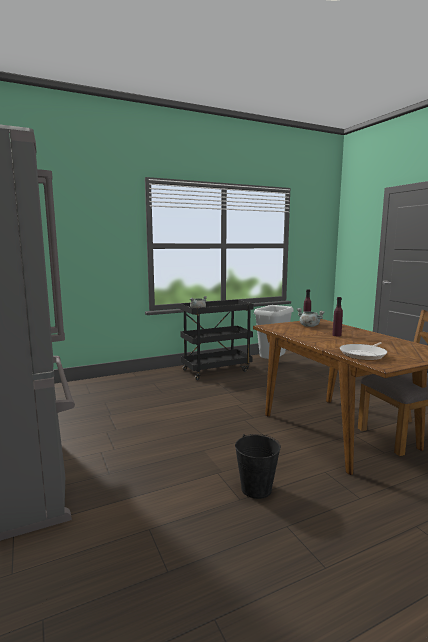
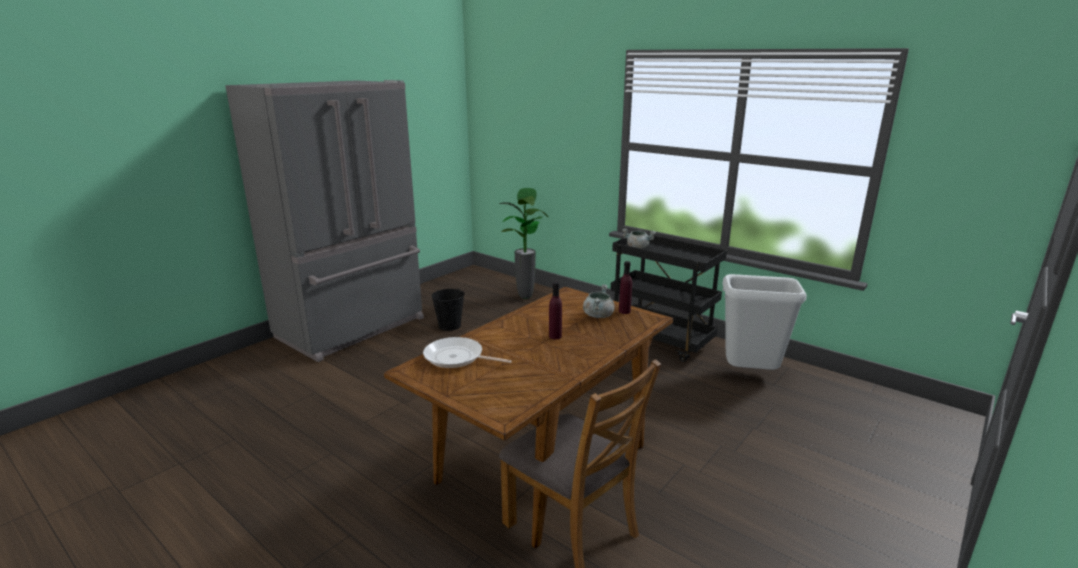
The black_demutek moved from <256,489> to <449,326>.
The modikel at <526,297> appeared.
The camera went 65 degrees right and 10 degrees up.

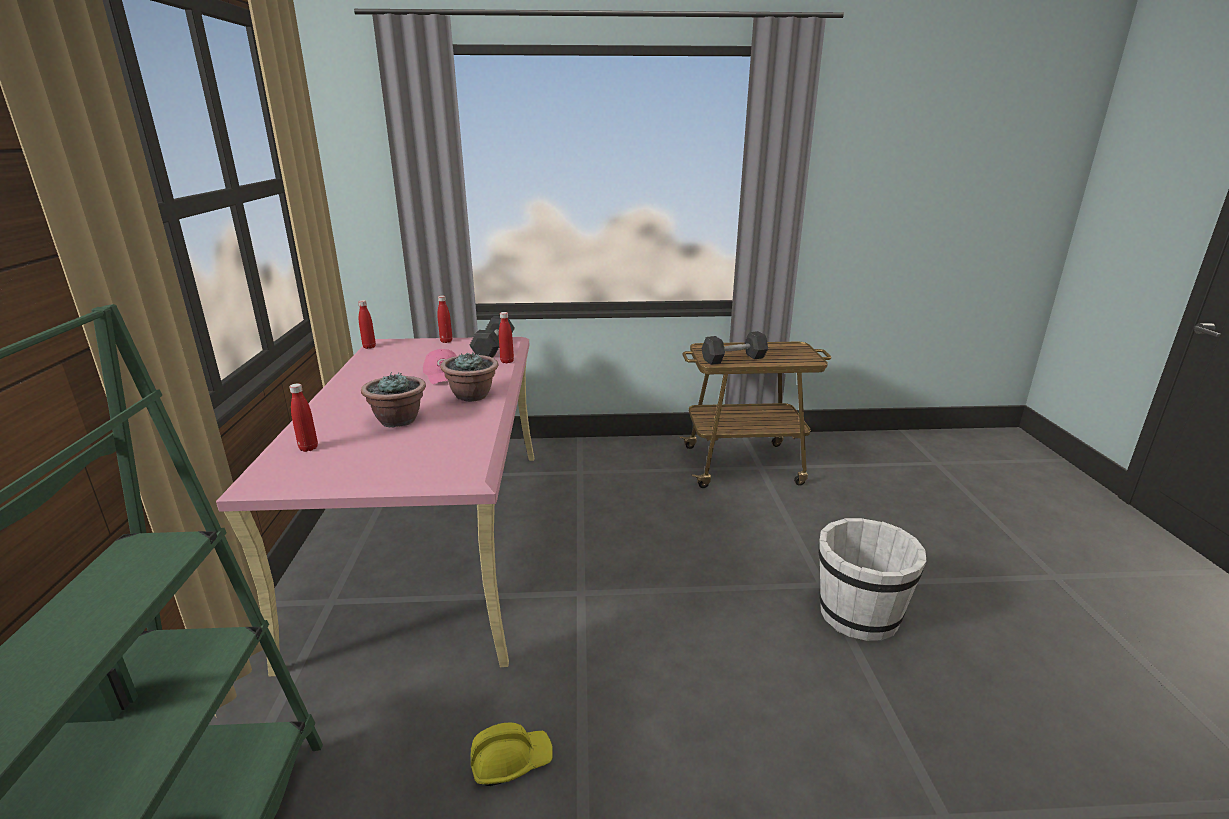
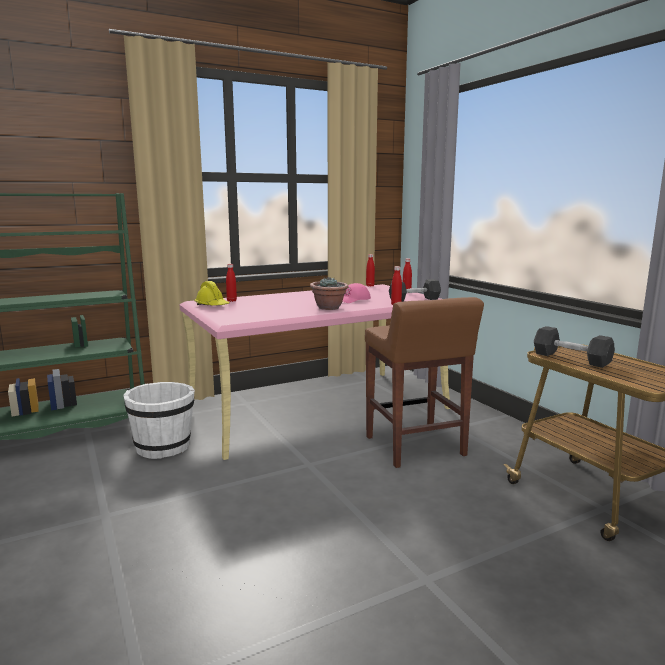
The modikel at <398,420> disappeared.
The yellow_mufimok moved from <511,761> to <212,306>.
The white_demutek moved from <858,614> to <164,447>.
The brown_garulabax at <415,447> appeared.
The camera went 65 degrees right and 10 degrees down.

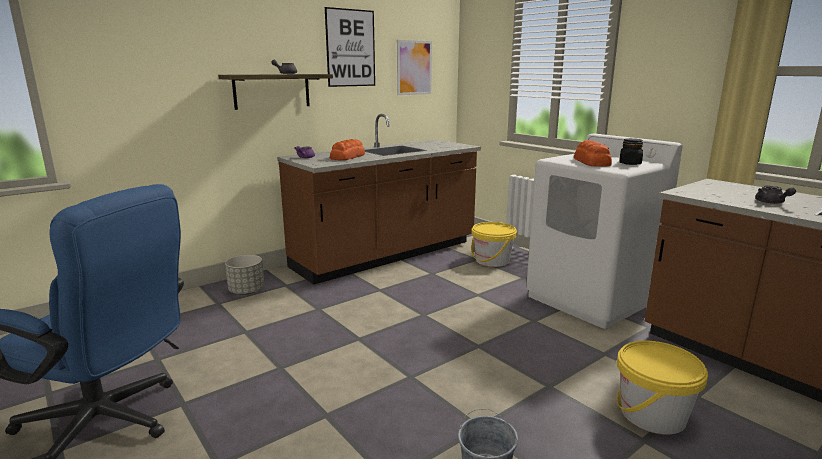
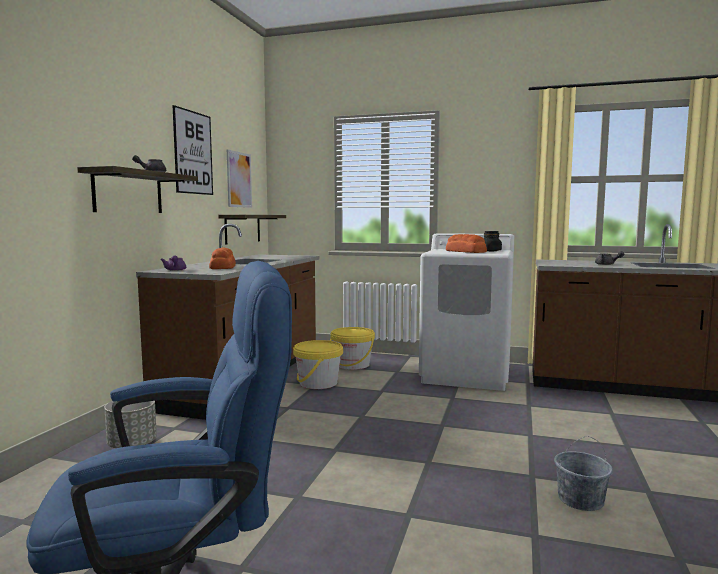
The yellow_demutek moved from <652,414> to <318,383>.
The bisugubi at <242,228> appeared.
The camera went 35 degrees left and 10 degrees down.

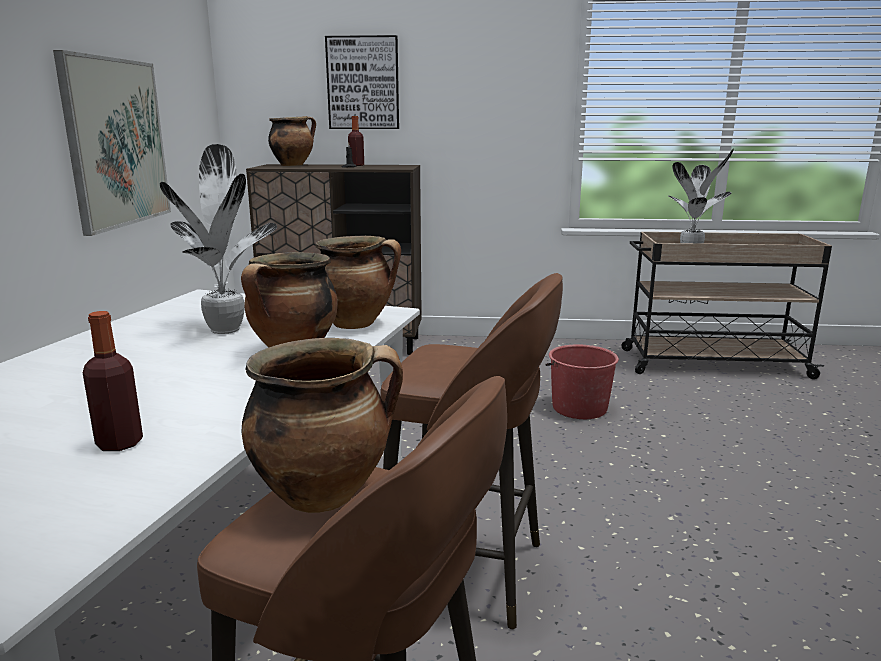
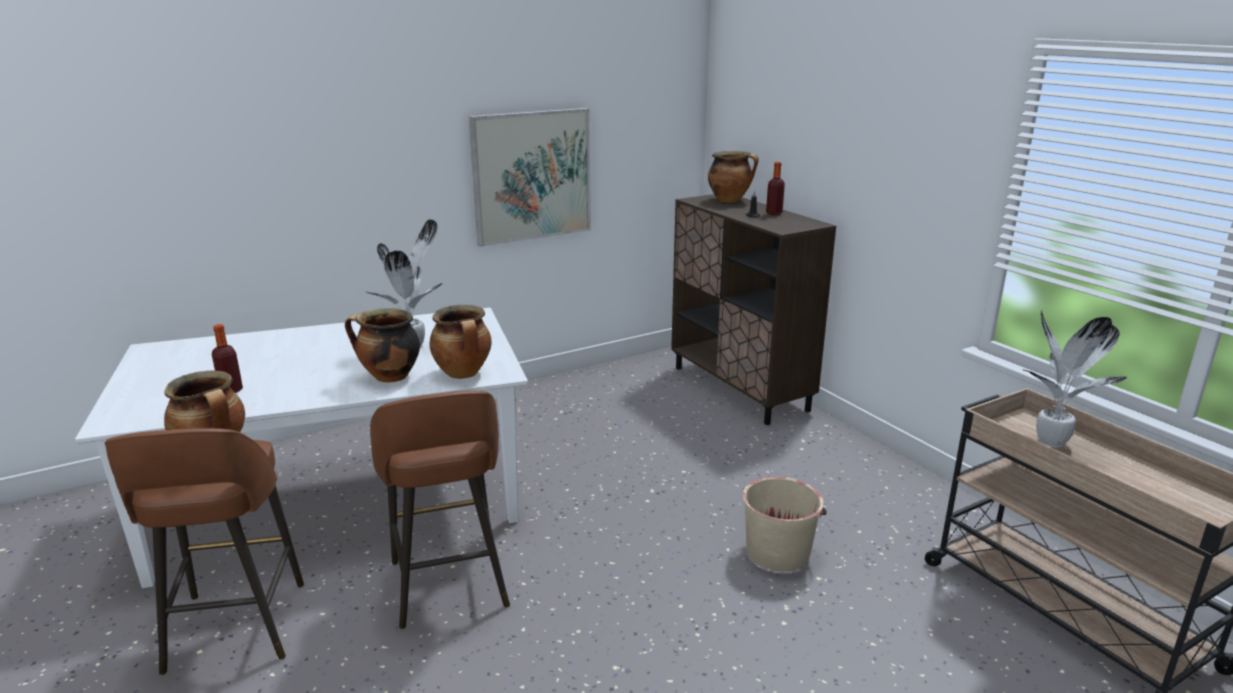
The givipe at <363,83> disappeared.
The red_demutek at <578,408> became the beige_demutek at <778,552>.
The camera went 55 degrees right and 5 degrees up.

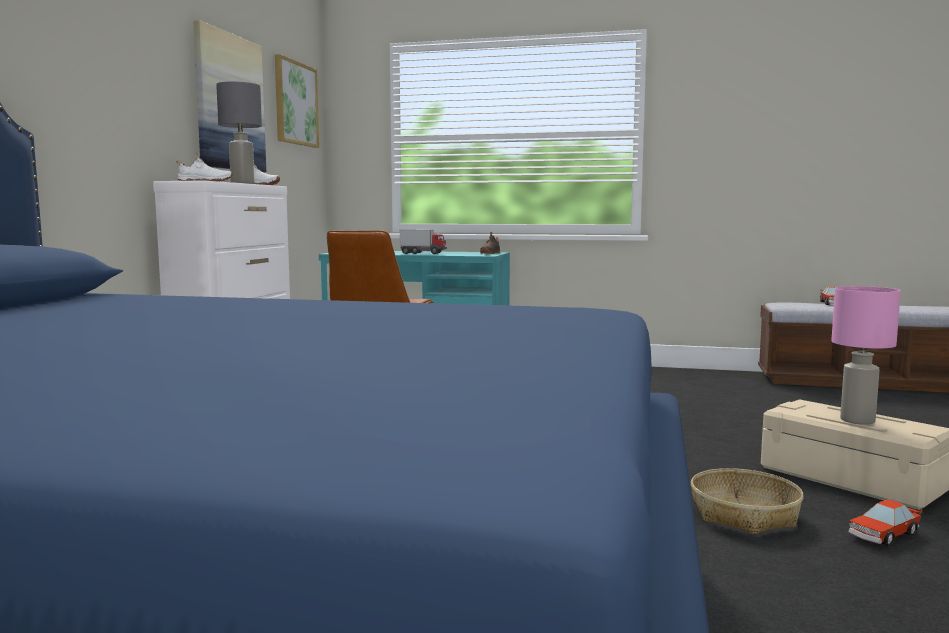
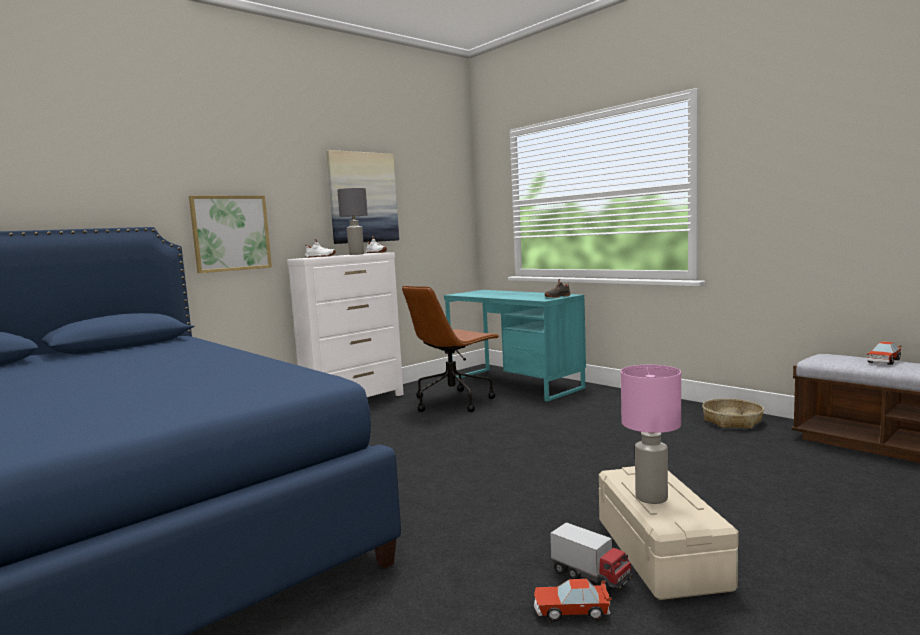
The givipe moved from <295,103> to <231,233>.
The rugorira moved from <423,253> to <591,577>.
The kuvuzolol moved from <744,514> to <732,421>.
The camera went 35 degrees right and 0 degrees up.

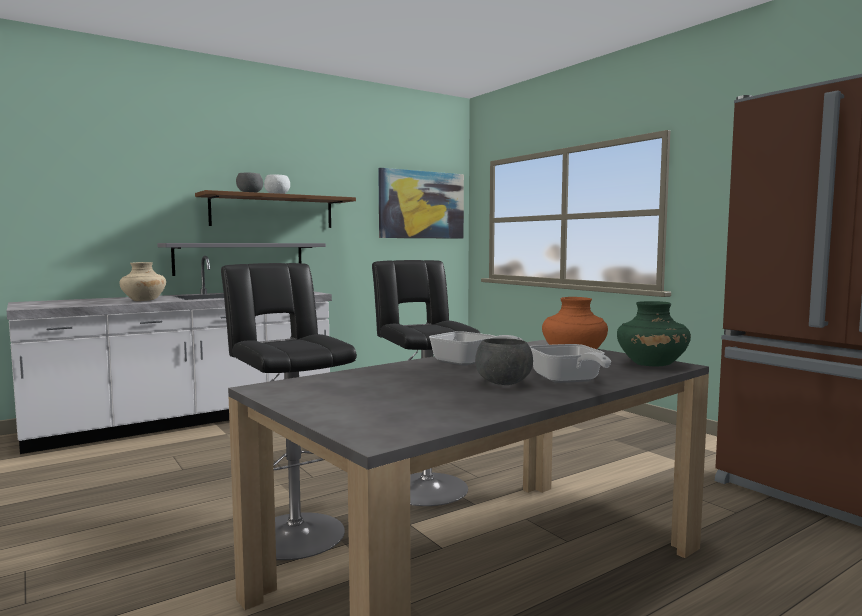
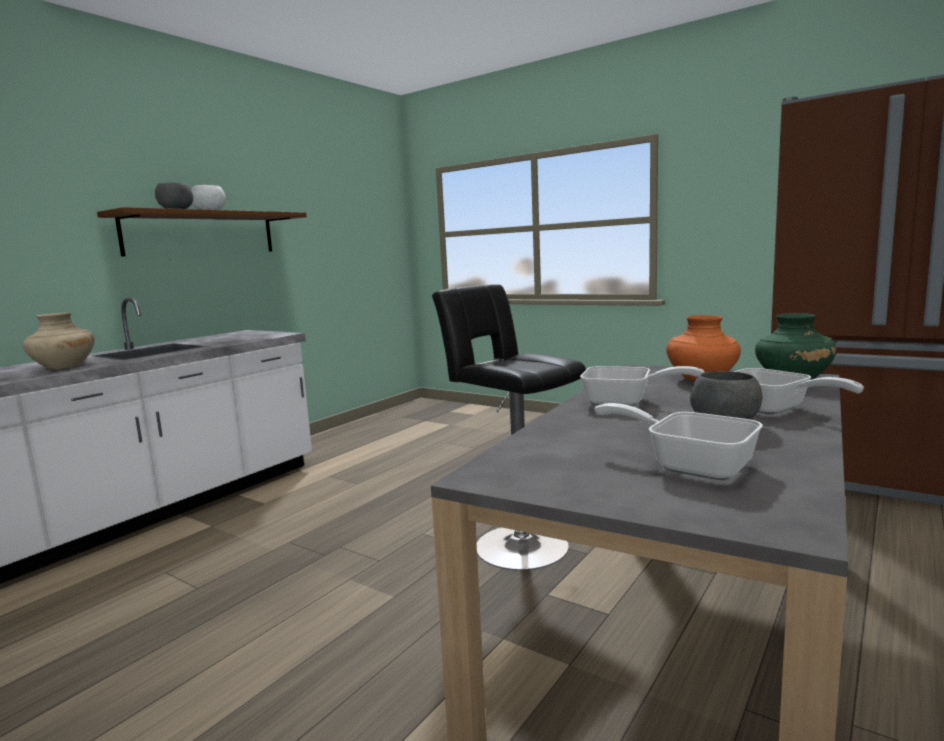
The grey_bisugubi at <240,258> disappeared.
The black_garulabax at <292,532> disappeared.
The givipe at <421,205> disappeared.
The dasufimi at <689,464> appeared.
The camera went 20 degrees left and 5 degrees up.

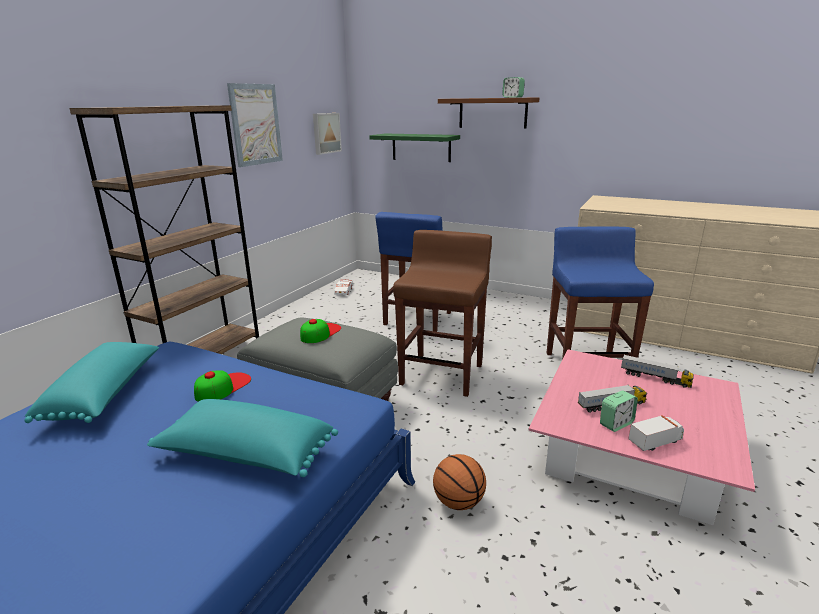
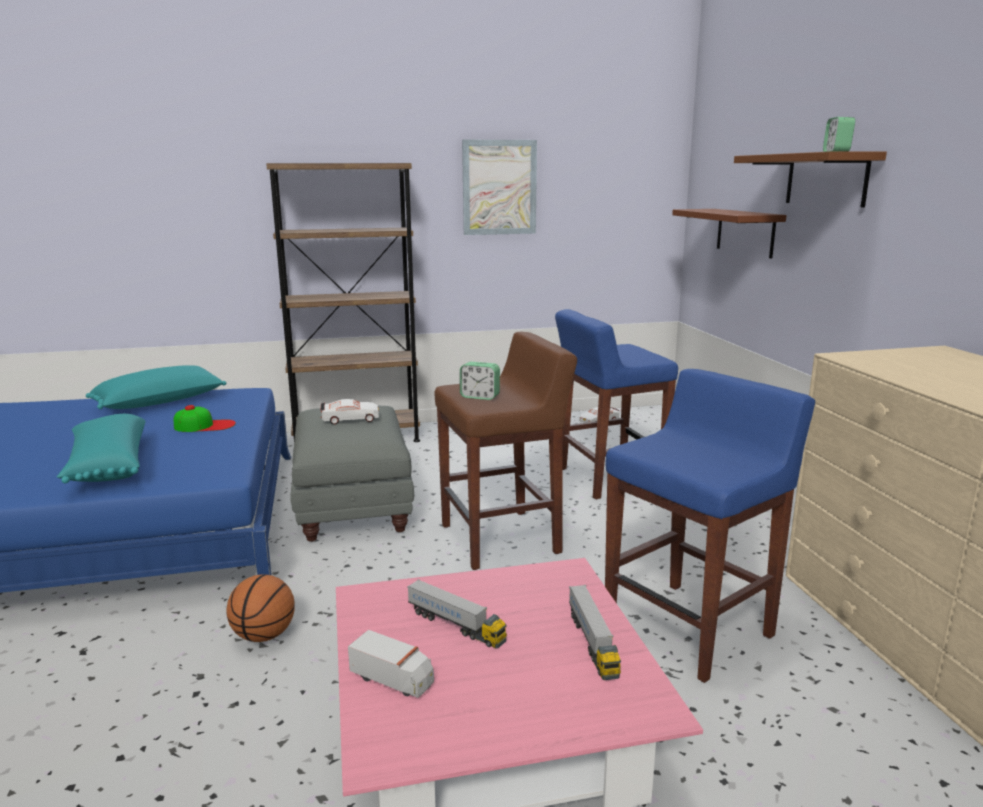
The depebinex at <320,333> was replaced by the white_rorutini at <350,419>.
The givipe at <325,133> disappeared.
The green_bisugubi at <421,147> became the brown_bisugubi at <745,232>.
The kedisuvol moved from <616,424> to <480,397>.
The camera went 50 degrees right and 5 degrees down.

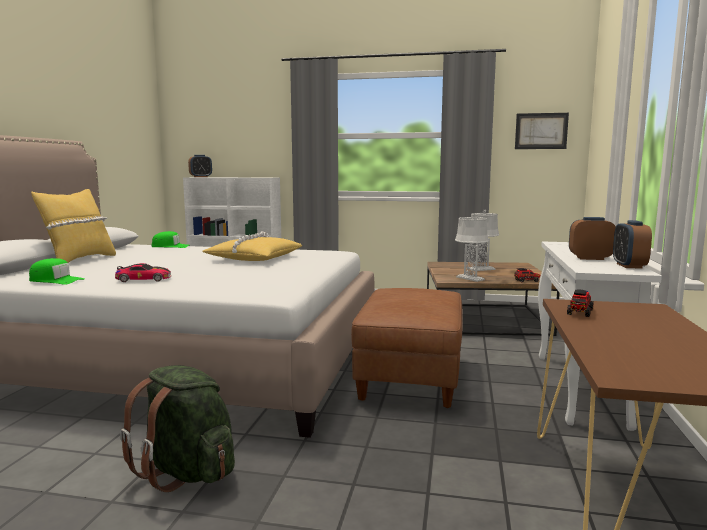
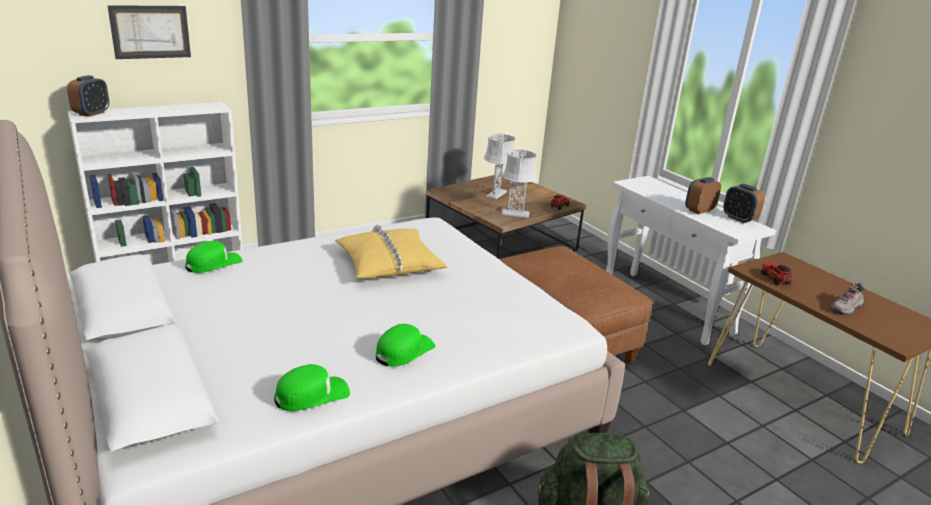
The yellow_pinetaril at <79,260> disappeared.
The rorutini at <144,279> was replaced by the green_depebinex at <404,351>.
The givipe moved from <541,131> to <150,32>.
The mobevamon at <846,308> appeared.
The camera went 45 degrees left and 15 degrees up.

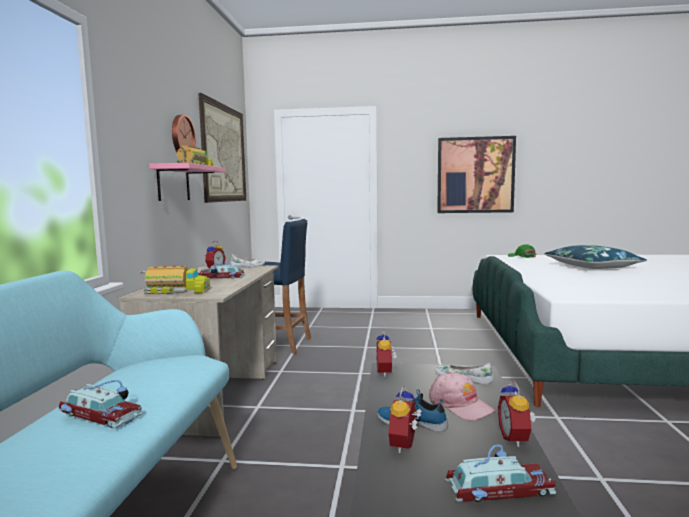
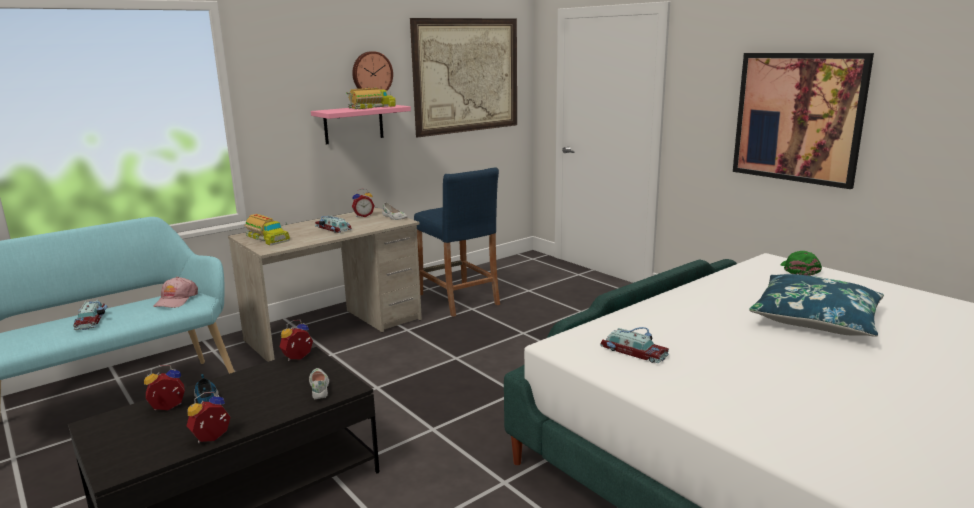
The pink_depebinex moved from <460,405> to <176,300>.
The rorutini moved from <497,488> to <634,351>.
The camera went 45 degrees right and 10 degrees up.

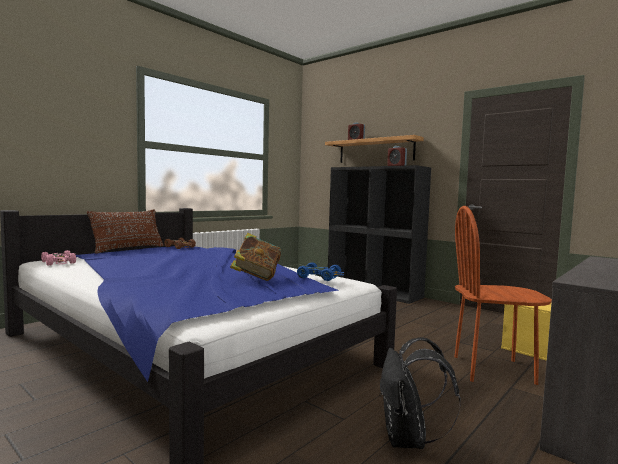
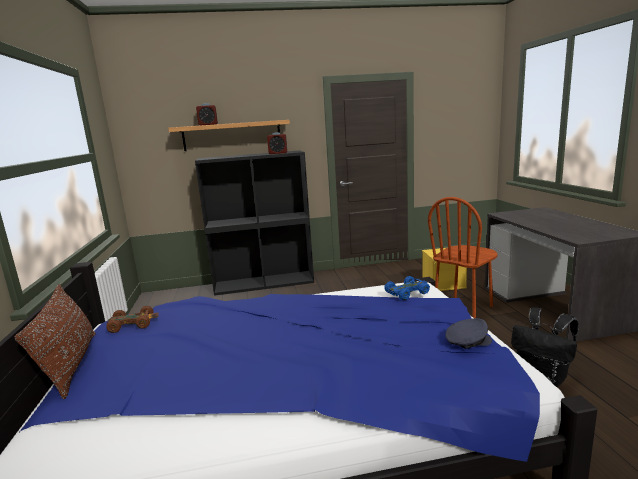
The pink_rorutini at <59,263> disappeared.
The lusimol at <256,276> disappeared.
The grey_depebinex at <467,341> appeared.
The camera went 50 degrees left and 10 degrees up.

